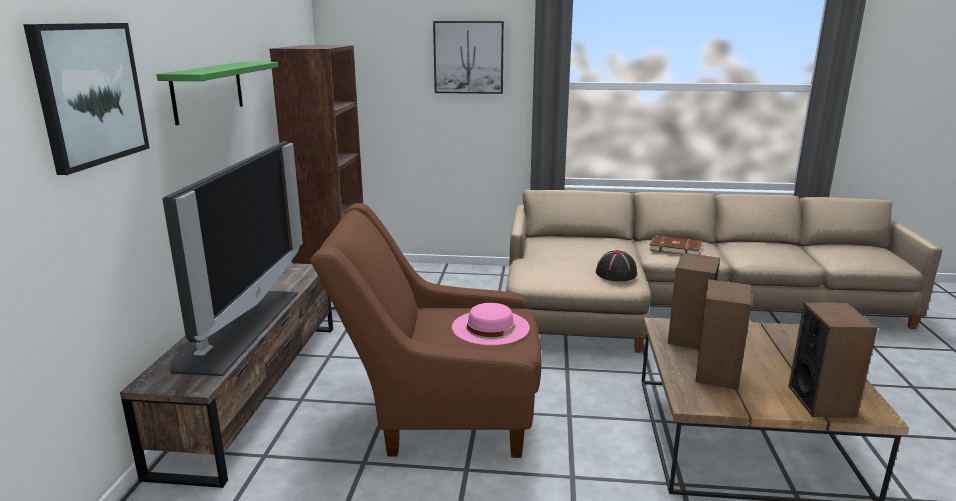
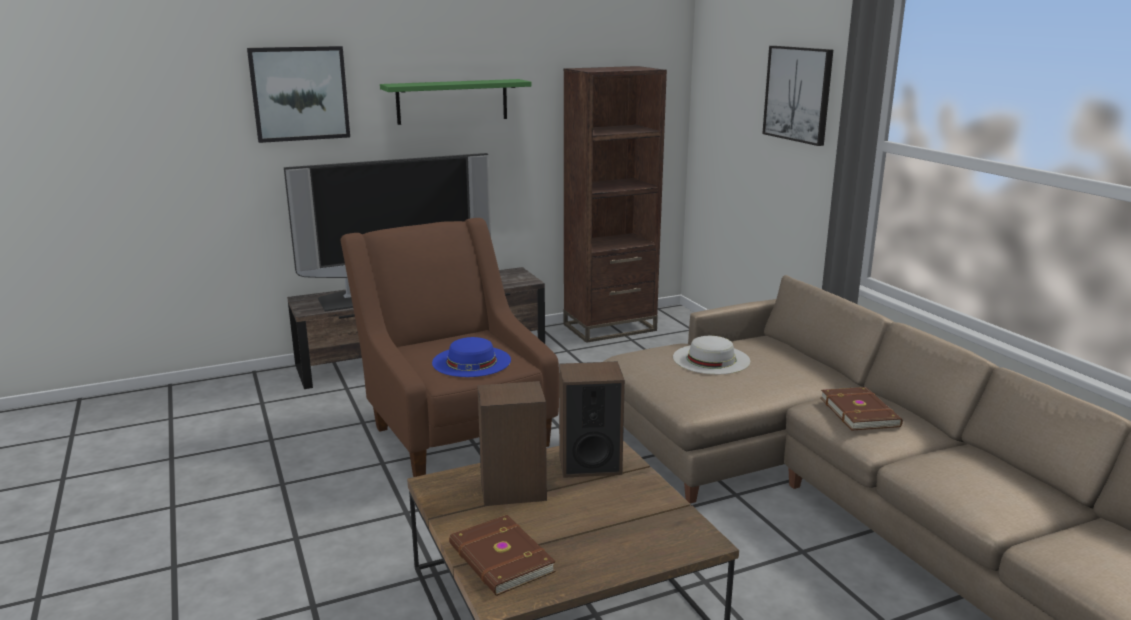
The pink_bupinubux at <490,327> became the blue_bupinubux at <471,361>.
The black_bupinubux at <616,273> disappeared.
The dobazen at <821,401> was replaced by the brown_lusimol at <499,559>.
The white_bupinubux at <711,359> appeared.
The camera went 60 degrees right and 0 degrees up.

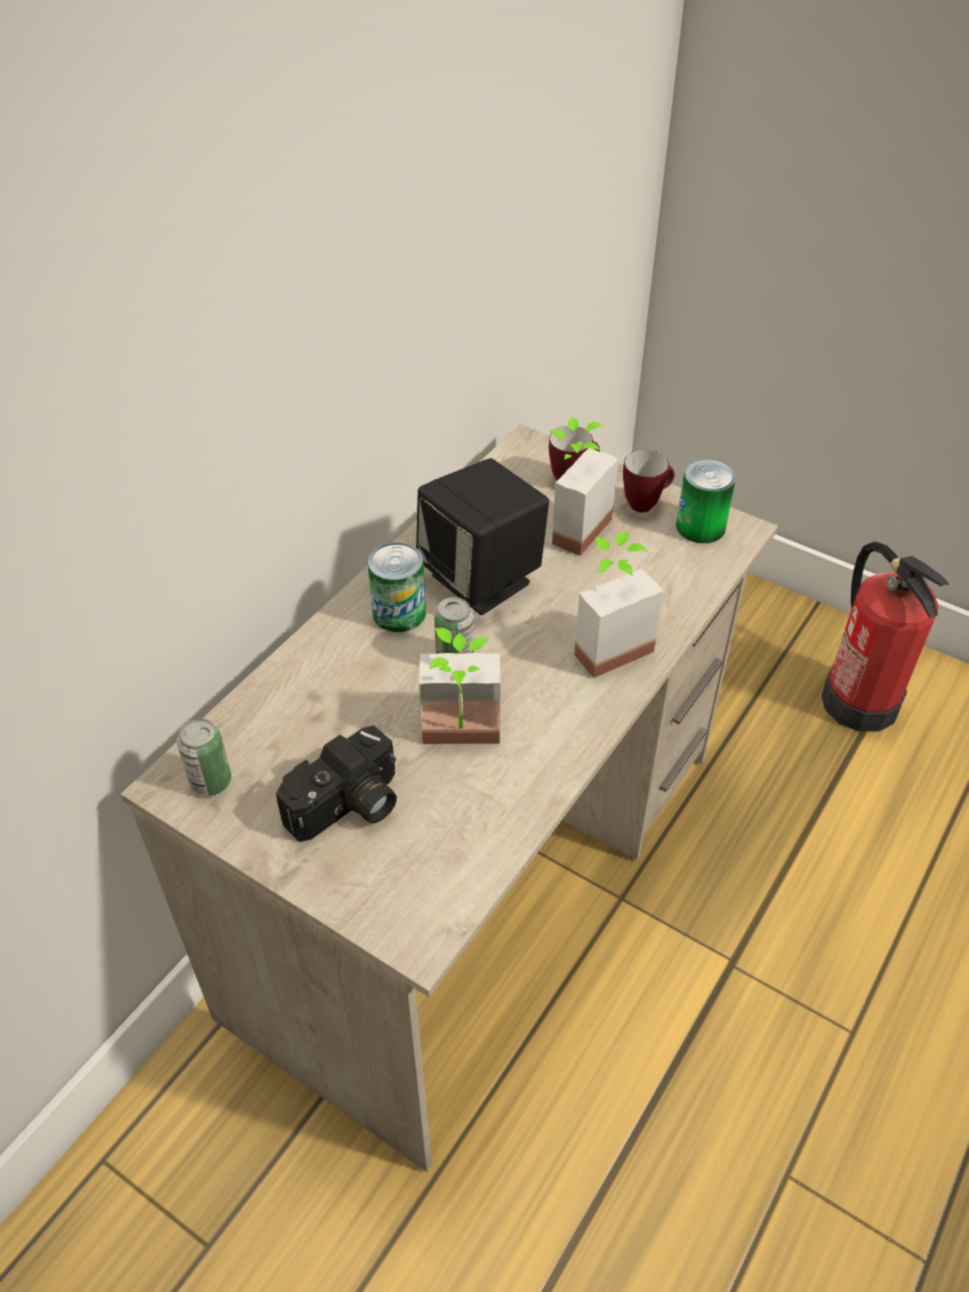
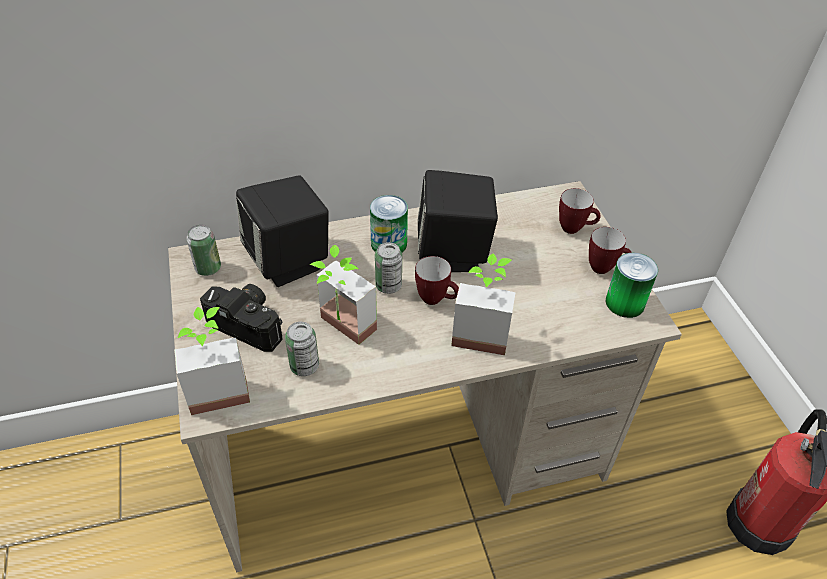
The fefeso at <348,807> turned 150 degrees counterclockwise.
The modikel moved from <570,526> to <218,387>.
The black_dobazen at <289,261> appeared.
The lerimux at <304,366> appeared.
The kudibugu at <436,300> appeared.
The camera went 40 degrees right and 0 degrees up.

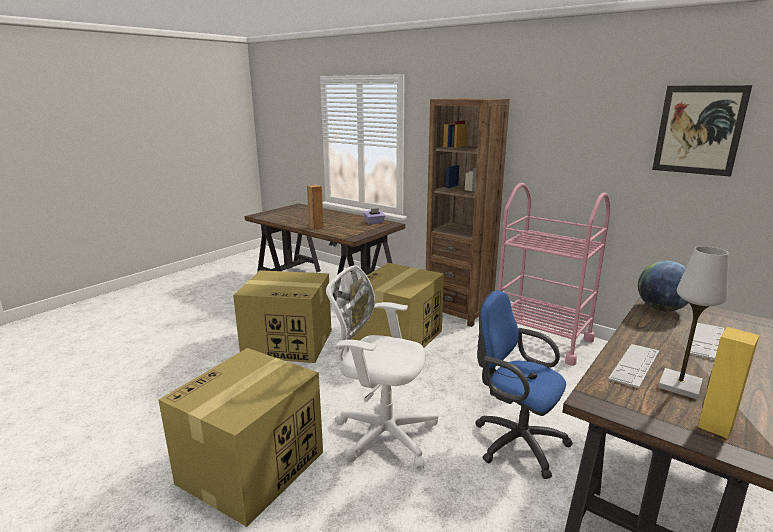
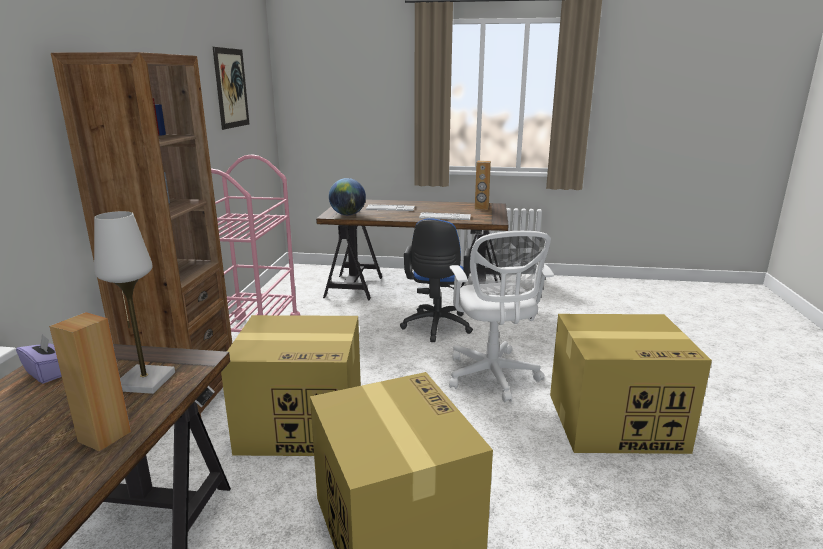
The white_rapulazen moved from <679,385> to <145,381>.
The yellow_dobazen at <715,425> became the brown_dobazen at <481,208>.
The camera went 120 degrees left and 0 degrees up.

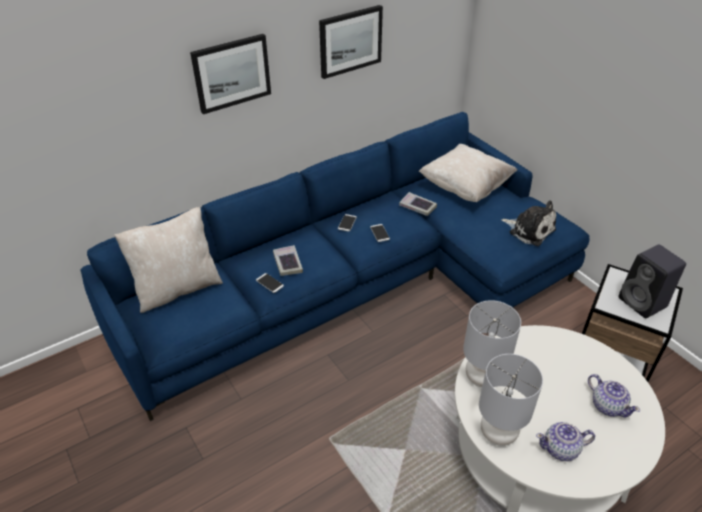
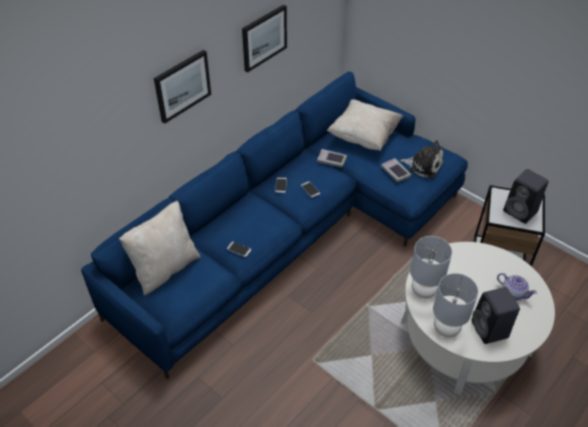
The lusimol moved from <287,263> to <395,172>.
The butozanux at <561,449> was replaced by the black_dobazen at <490,330>.
The camera went 15 degrees left and 5 degrees up.

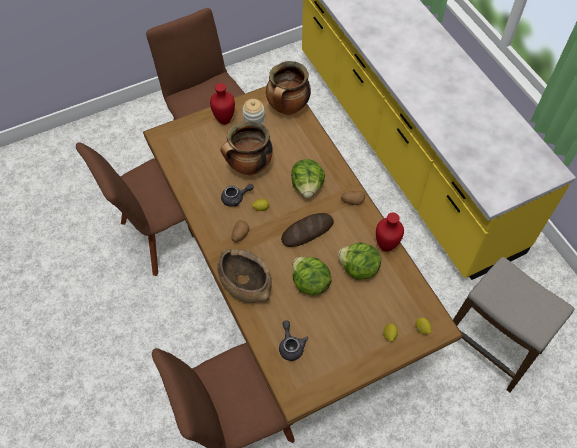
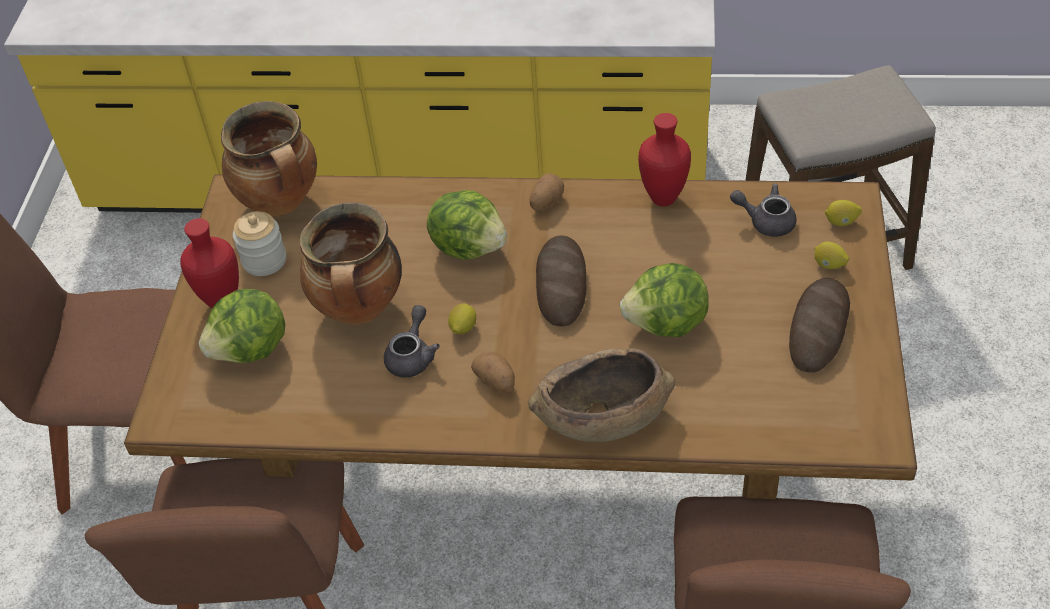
The grey_butozanux moved from <291,345> to <766,221>.
The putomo moved from <358,269> to <251,350>.
The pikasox at <818,329> appeared.
The camera went 55 degrees left and 10 degrees down.

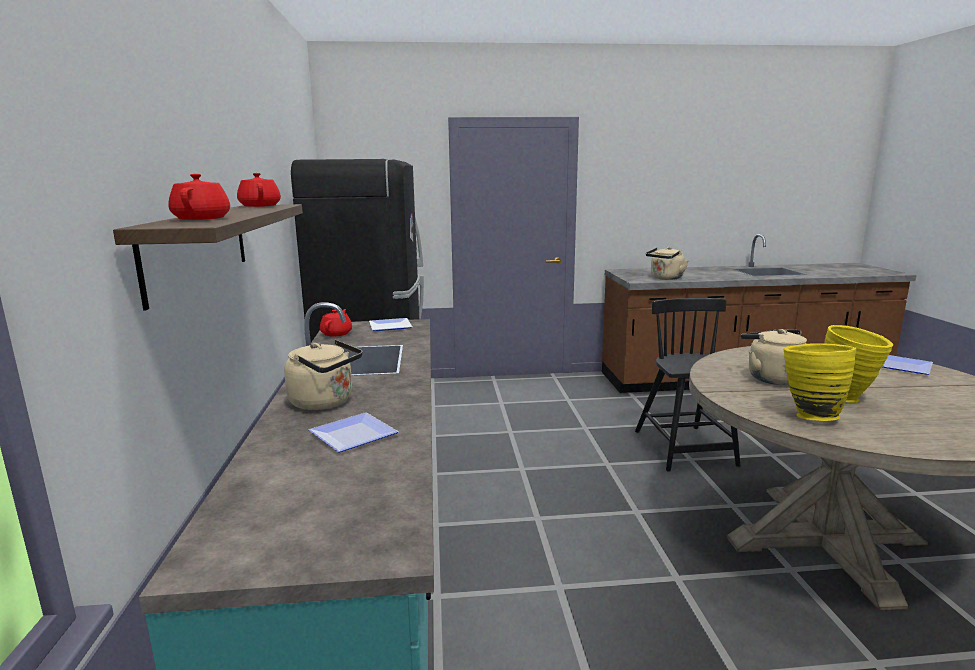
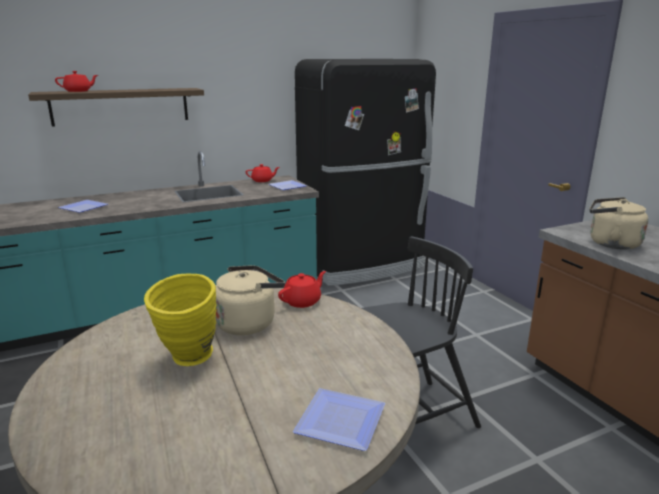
The red_butozanux moved from <260,206> to <302,301>.
The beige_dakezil at <325,402> disappeared.
The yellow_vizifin at <809,415> disappeared.
The camera went 70 degrees right and 5 degrees up.

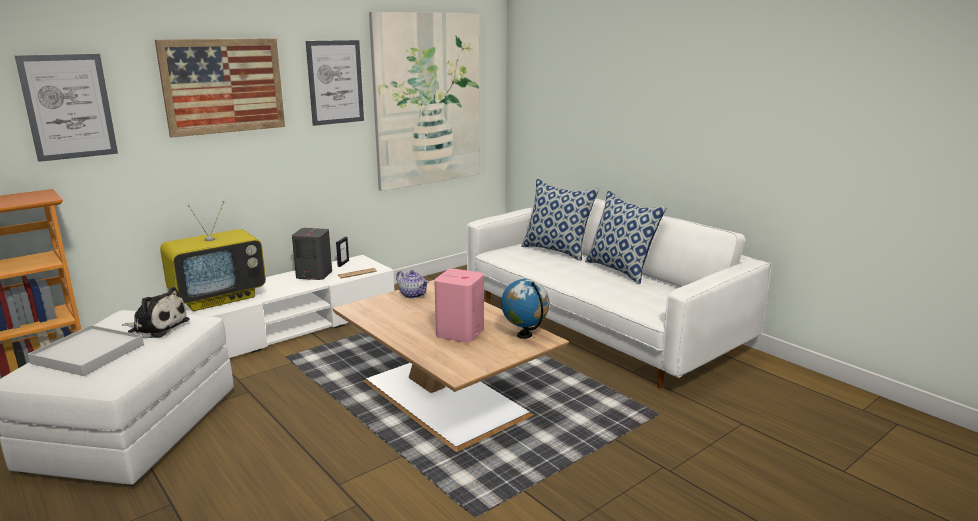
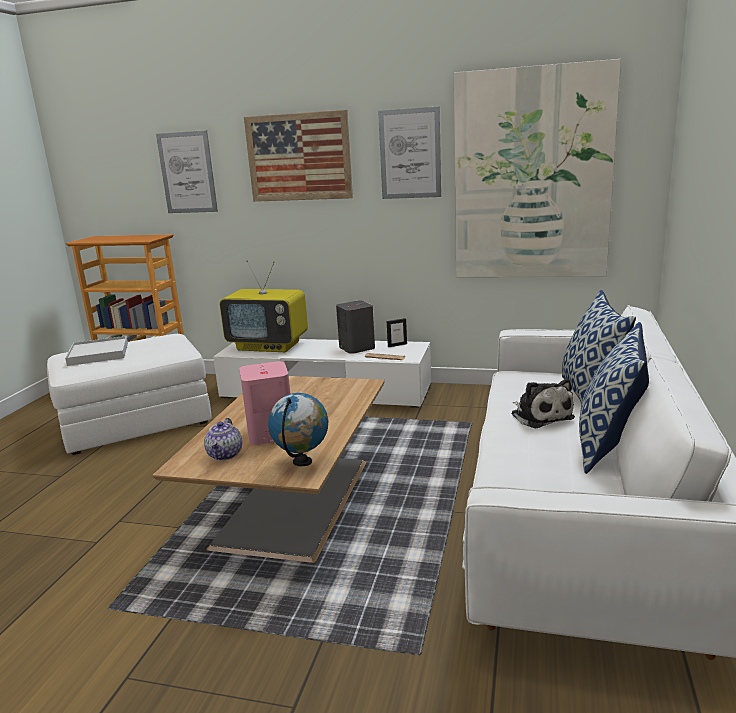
The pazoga moved from <156,327> to <540,415>.
The butozanux moved from <413,295> to <225,455>.
The camera went 55 degrees right and 0 degrees up.

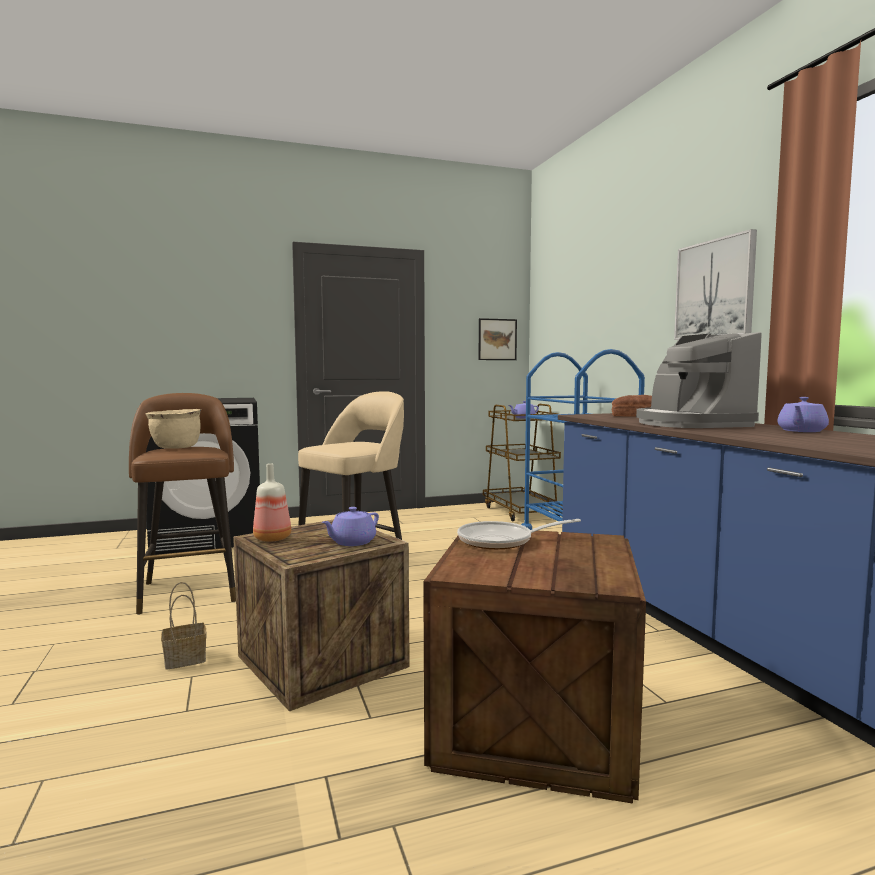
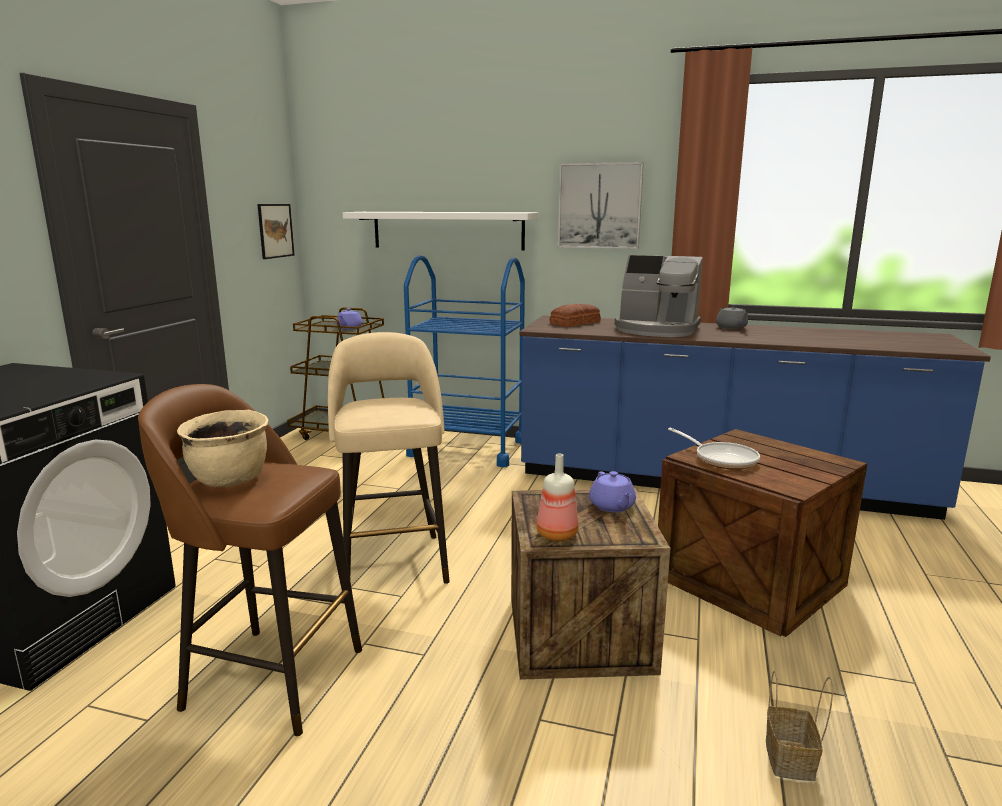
The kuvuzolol moved from <183,660> to <791,761>.
The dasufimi at <501,541> turned 60 degrees counterclockwise.
The purple_butozanux at <801,431> became the grey_butozanux at <731,328>.
The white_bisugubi at <447,230> appeared.
The camera went 55 degrees left and 10 degrees up.

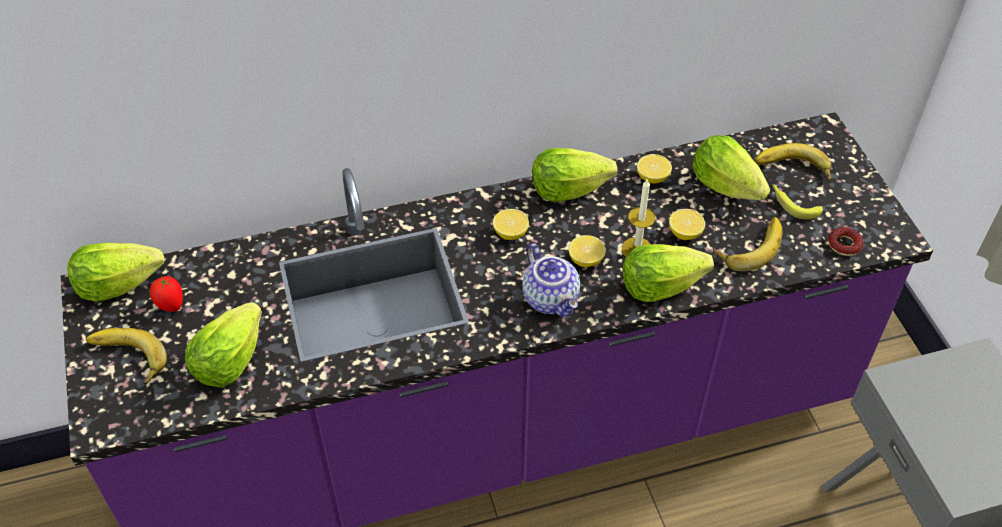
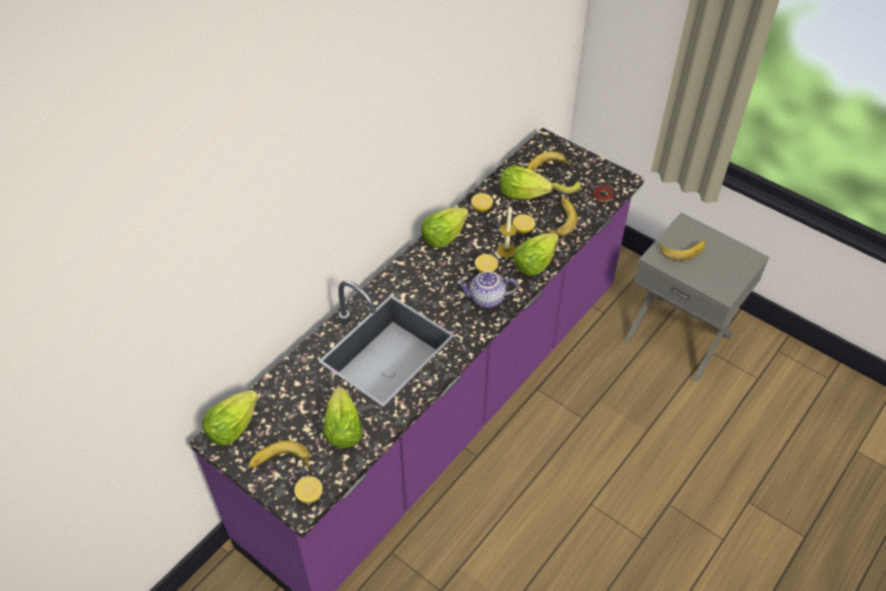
The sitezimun at <170,305> disappeared.
The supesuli moved from <510,233> to <309,495>.
The butozanux at <552,299> turned 150 degrees clockwise.
The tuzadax at <681,249> appeared.
The camera went 35 degrees left and 0 degrees up.

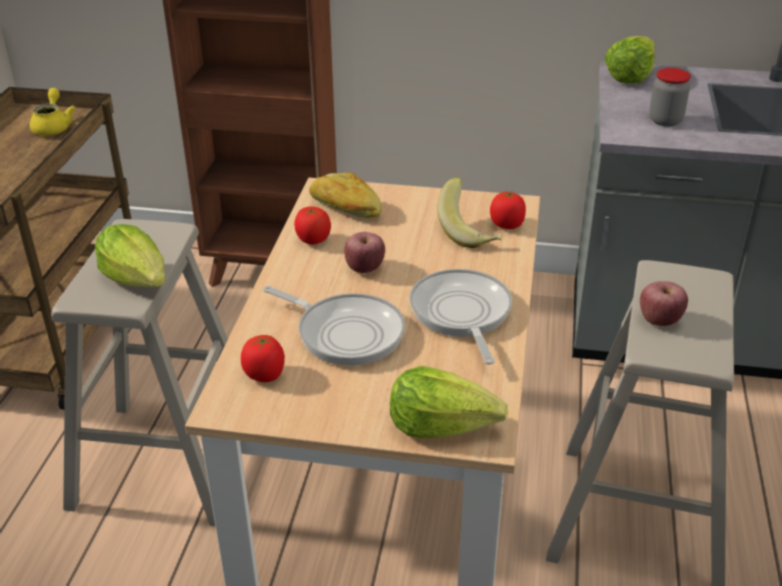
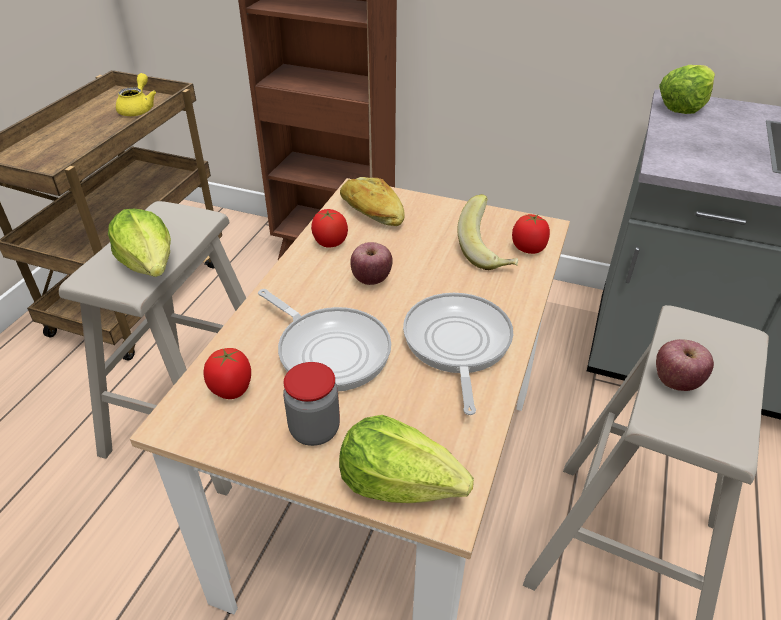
The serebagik moved from <665,120> to <314,430>.
The camera went 10 degrees right and 5 degrees up.

